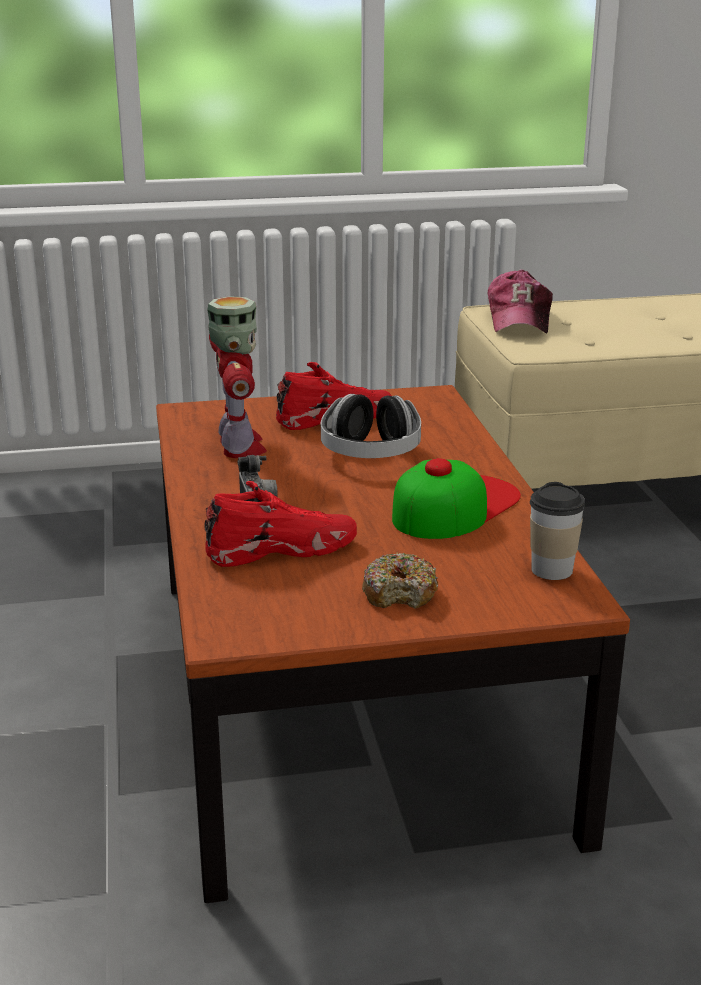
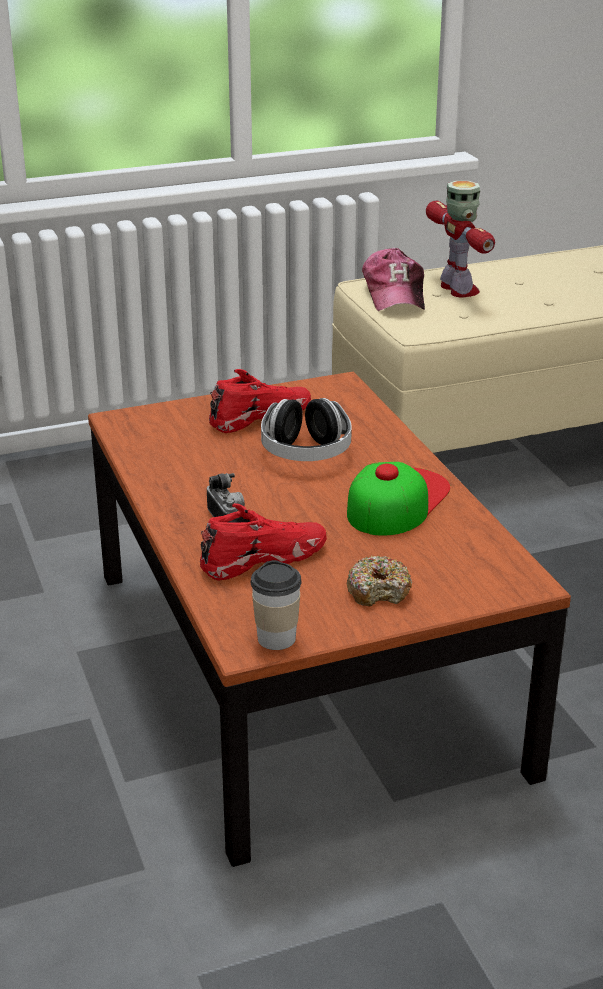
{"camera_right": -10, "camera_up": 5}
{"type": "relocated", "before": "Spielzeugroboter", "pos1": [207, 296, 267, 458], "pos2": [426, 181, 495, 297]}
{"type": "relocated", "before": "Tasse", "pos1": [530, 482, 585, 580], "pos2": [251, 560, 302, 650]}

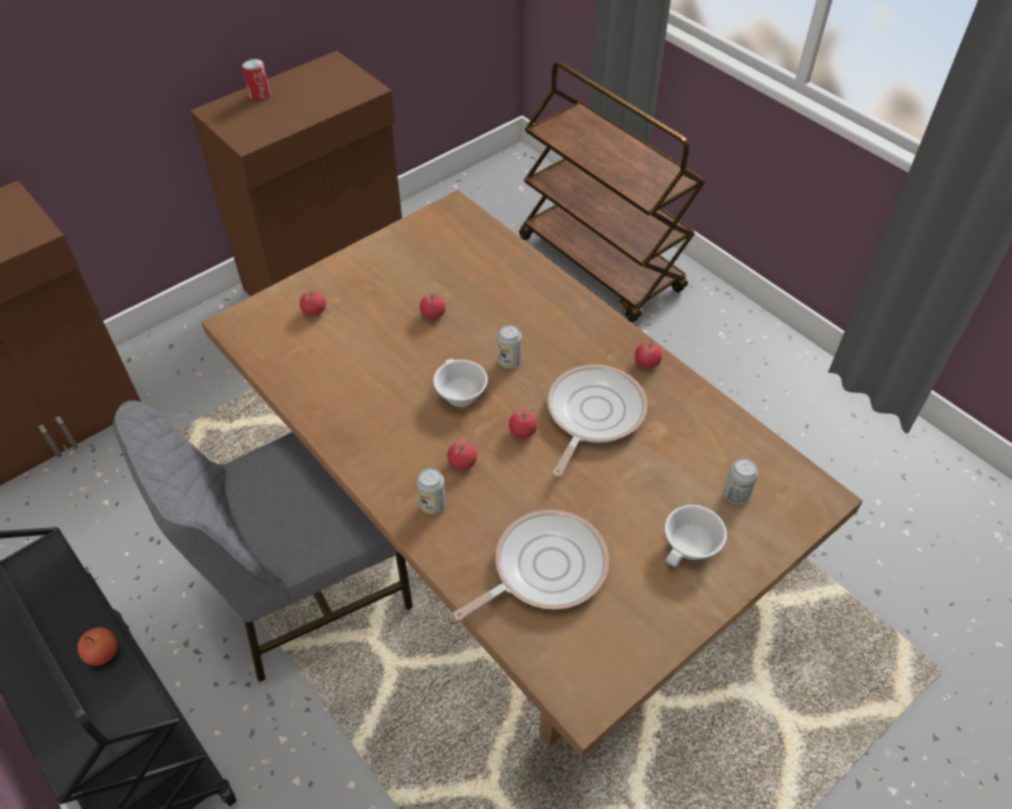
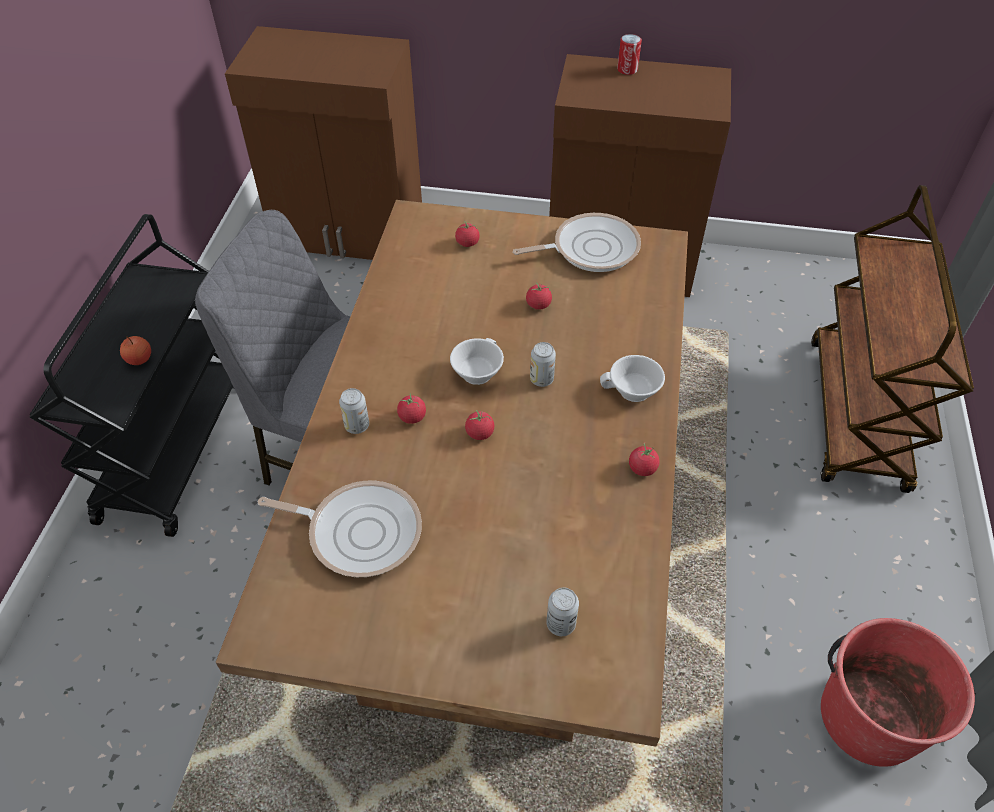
{"camera_right": 50, "camera_up": 0}
{"type": "relocated", "before": "Pfanne", "pos1": [547, 364, 647, 477], "pos2": [513, 213, 641, 272]}
{"type": "relocated", "before": "Tasse (weiß)", "pos1": [665, 505, 727, 567], "pos2": [600, 355, 665, 402]}
{"type": "appeared", "after": "Eimer (rot)", "pos2": [821, 618, 976, 767]}

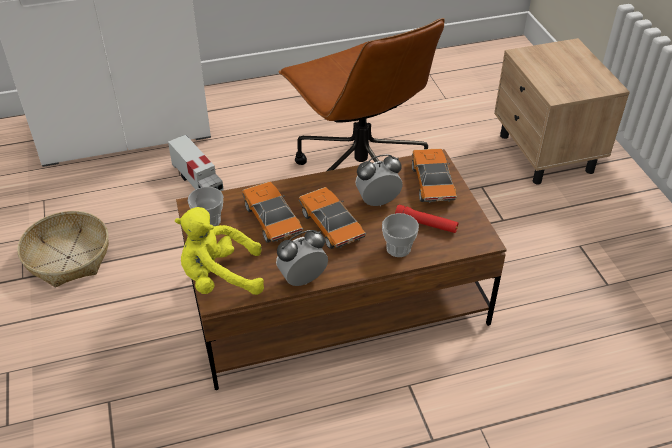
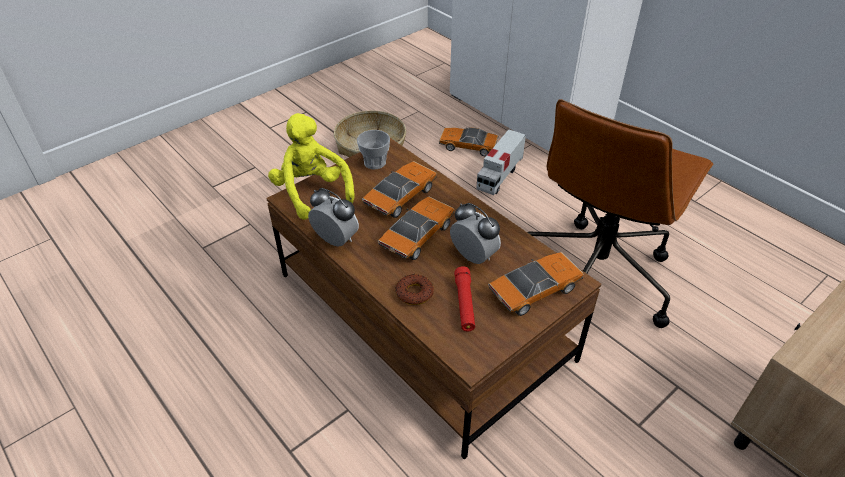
{"camera_right": 65, "camera_up": 0}
{"type": "exchanged", "before": "Tasse", "after": "Donut", "pos1": [382, 213, 419, 257], "pos2": [395, 274, 434, 305]}
{"type": "appeared", "after": "Spielzeugauto", "pos2": [439, 127, 498, 156]}

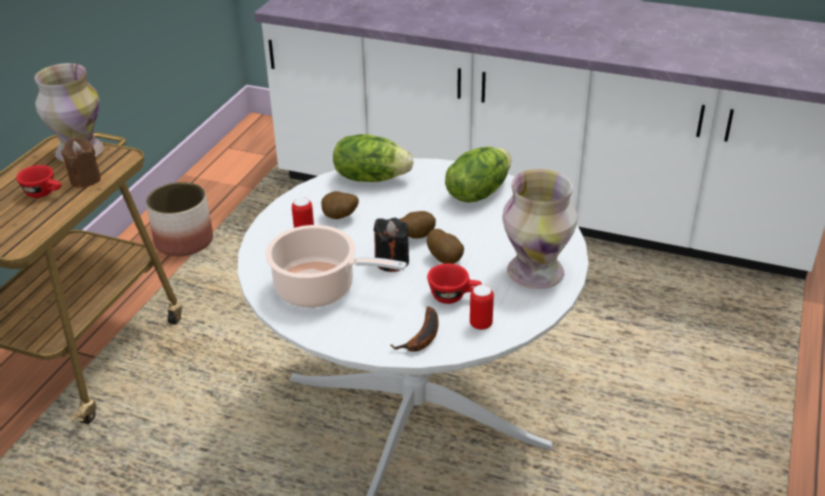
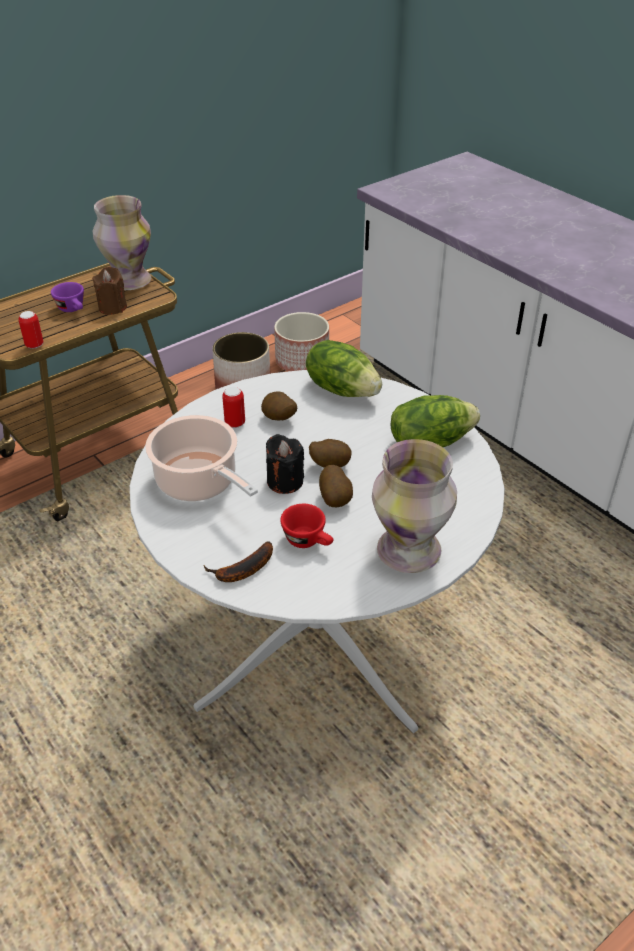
{"camera_right": 30, "camera_up": 5}
{"type": "colour", "before": "Tasse (rot)", "after": "Tasse (lila)", "pos1": [16, 165, 62, 198], "pos2": [51, 282, 84, 312]}
{"type": "relocated", "before": "Dose", "pos1": [470, 285, 494, 330], "pos2": [18, 311, 43, 349]}
{"type": "appeared", "after": "Pflanzkübel", "pos2": [274, 312, 329, 371]}

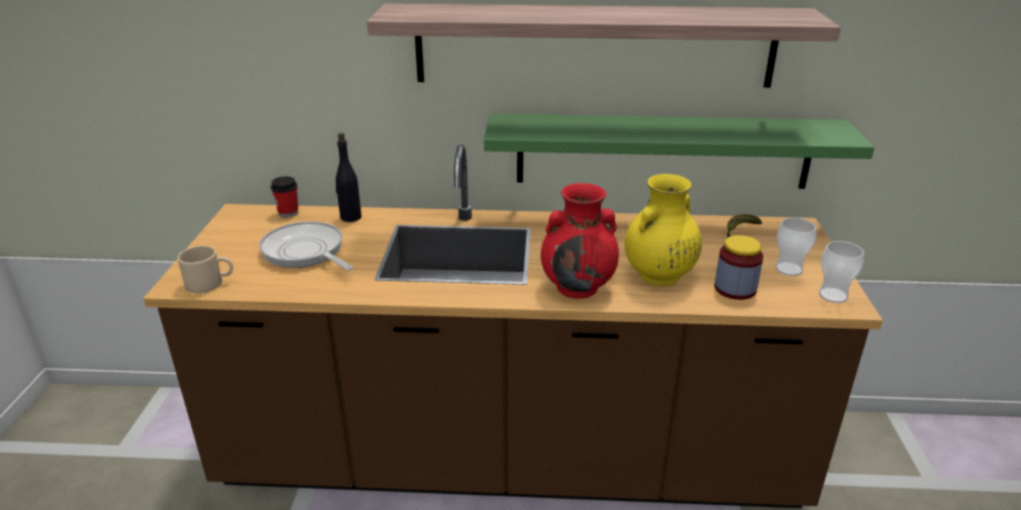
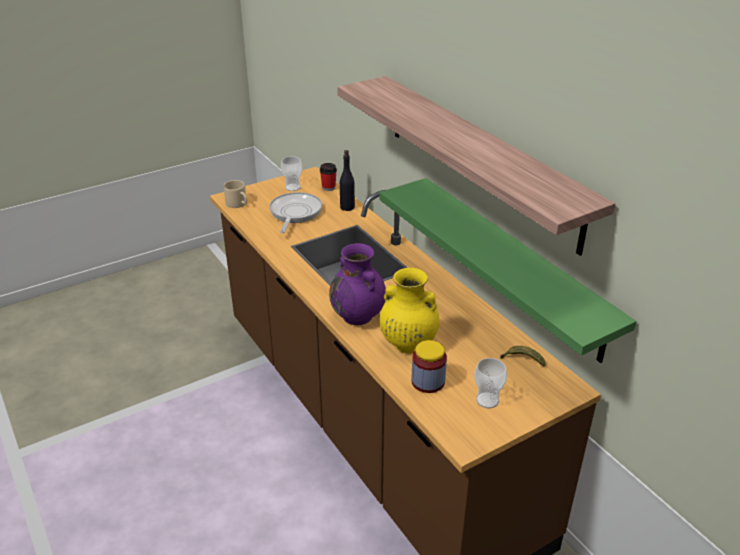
{"camera_right": 55, "camera_up": 5}
{"type": "colour", "before": "Vase (rot)", "after": "Vase (lila)", "pos1": [541, 183, 619, 299], "pos2": [329, 243, 386, 325]}
{"type": "relocated", "before": "Tasse", "pos1": [819, 241, 864, 303], "pos2": [281, 156, 302, 191]}

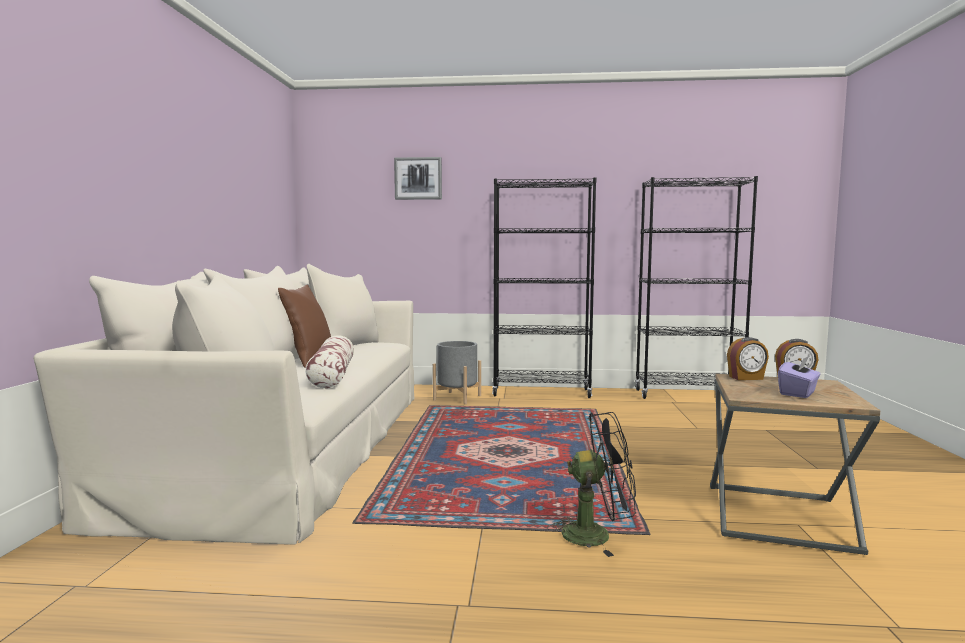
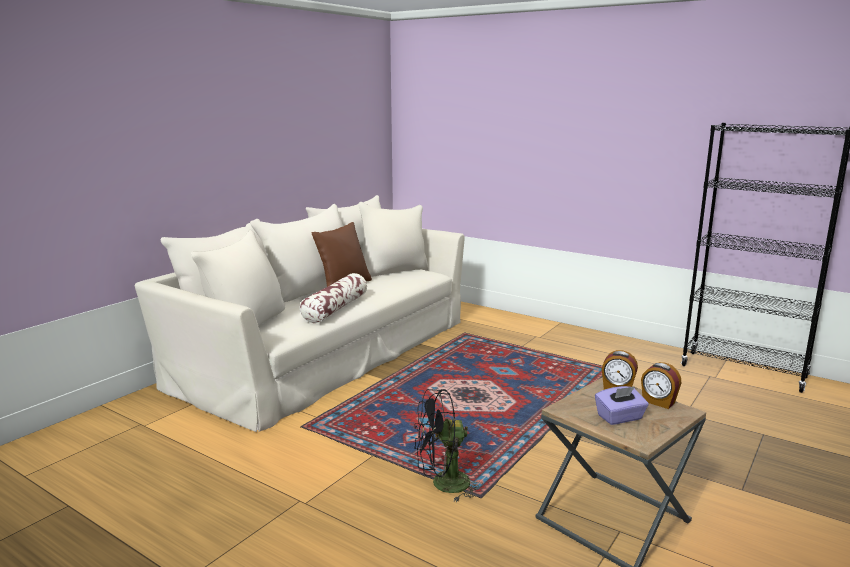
{"camera_right": 30, "camera_up": 10}
{"type": "missing", "before": "Bild", "pos1": [394, 157, 442, 200]}
{"type": "missing", "before": "Bücherregal (schwarz)", "pos1": [492, 177, 596, 398]}
{"type": "missing", "before": "Pflanzkübel (grau)", "pos1": [433, 341, 481, 404]}
{"type": "spun", "before": "Ventilator (schwarz)", "pos1": [547, 412, 636, 557], "pos2": [414, 389, 483, 502], "turn": 135}

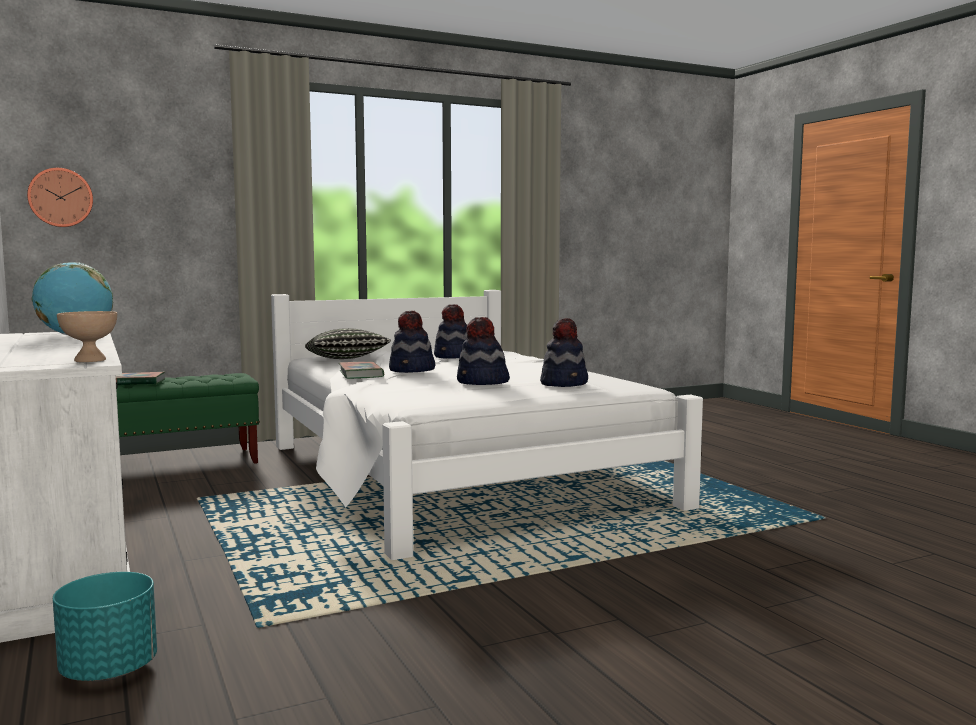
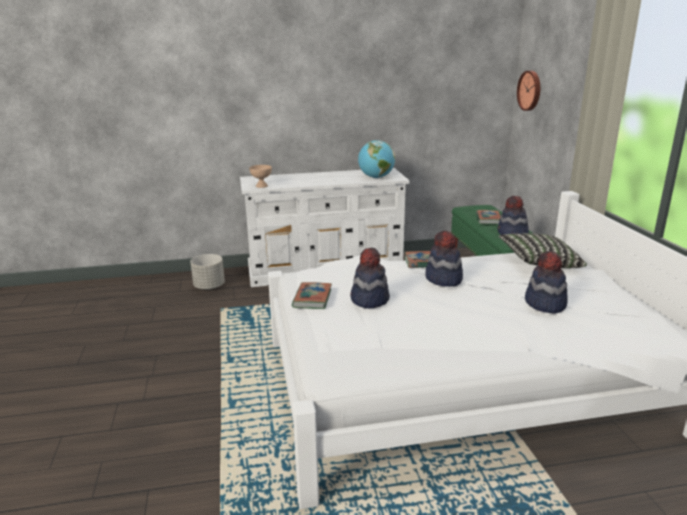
{"camera_right": 105, "camera_up": 15}
{"type": "relocated", "before": "Hut", "pos1": [540, 318, 588, 387], "pos2": [497, 196, 529, 235]}
{"type": "colour", "before": "Pflanzkübel (türkis)", "after": "Pflanzkübel (grau)", "pos1": [53, 572, 157, 682], "pos2": [190, 254, 225, 290]}
{"type": "appeared", "after": "Buch", "pos2": [292, 282, 332, 309]}

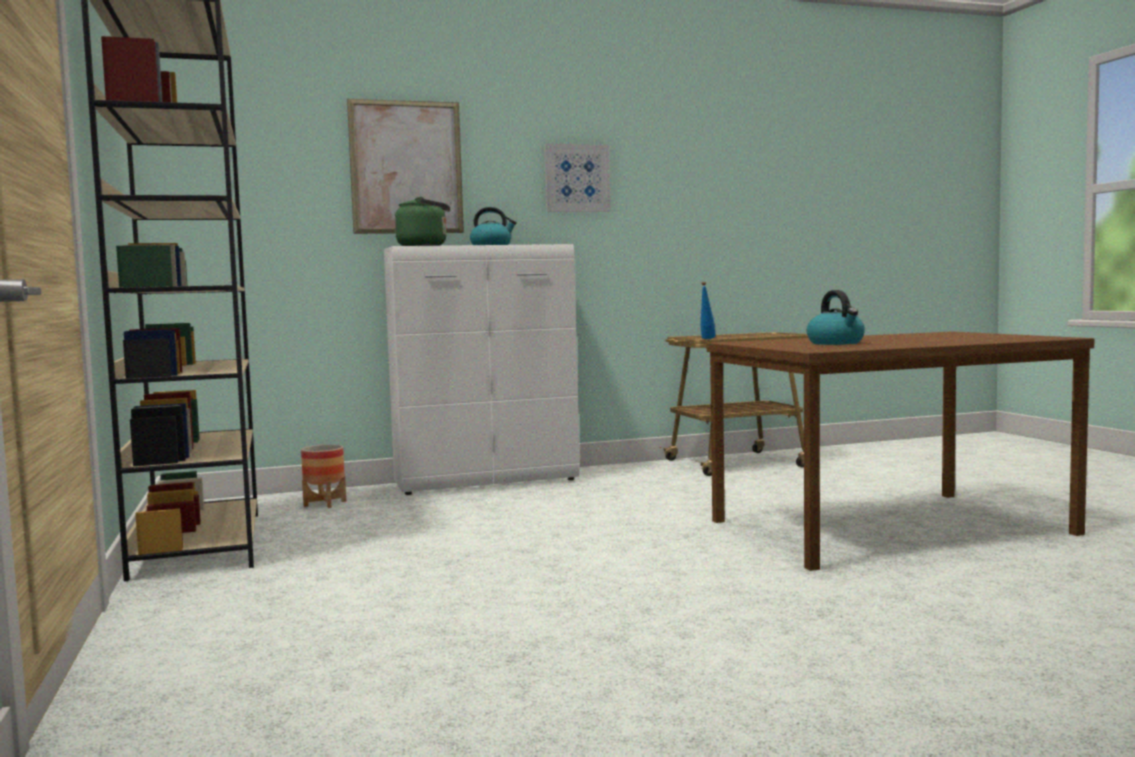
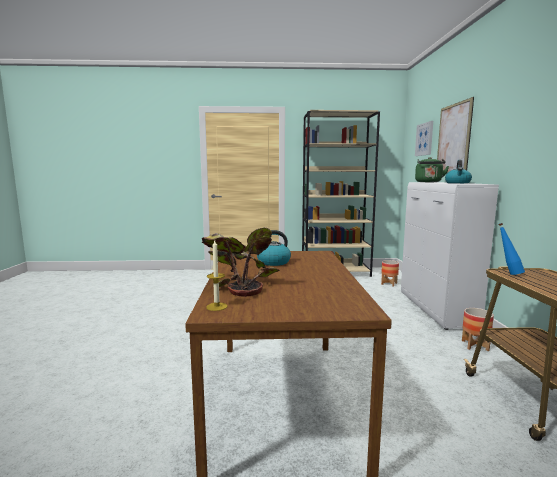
{"camera_right": 105, "camera_up": 5}
{"type": "relocated", "before": "Bild", "pos1": [544, 143, 610, 212], "pos2": [415, 121, 433, 156]}
{"type": "appeared", "after": "Topfpflanze", "pos2": [201, 227, 280, 297]}
{"type": "appeared", "after": "Kerze", "pos2": [206, 241, 227, 311]}
{"type": "appeared", "after": "Pflanzkübel", "pos2": [462, 308, 494, 351]}

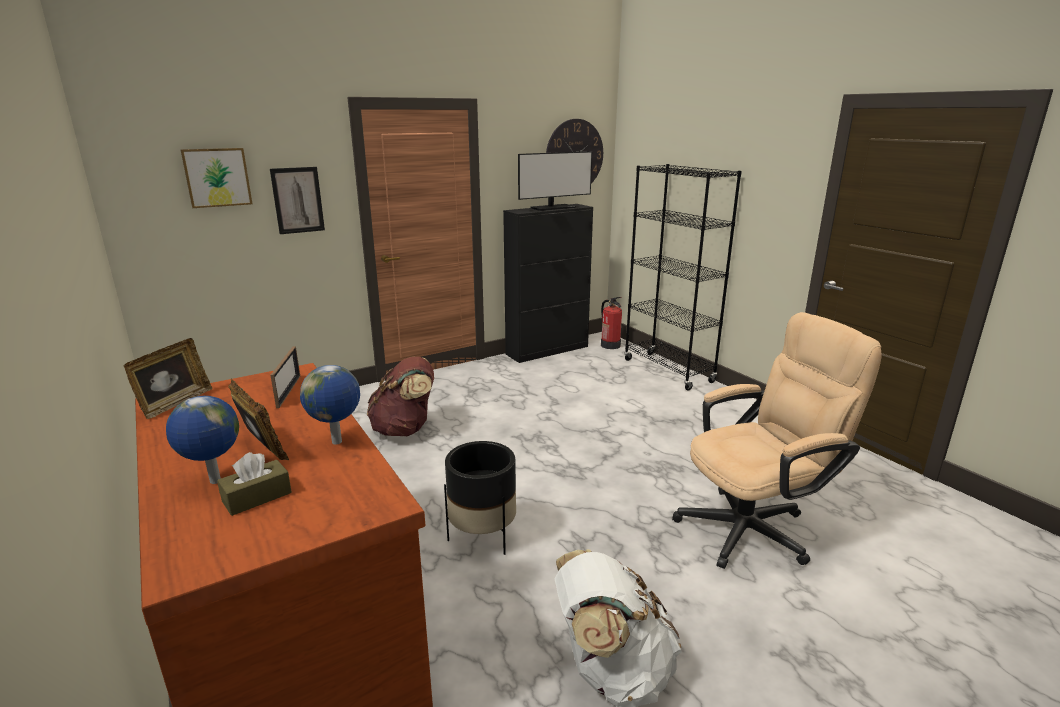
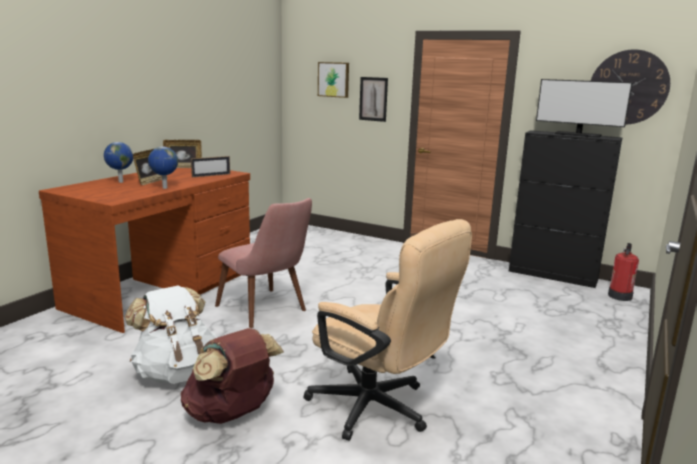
{"camera_right": 60, "camera_up": -5}
{"type": "missing", "before": "Bücherregal (schwarz)", "pos1": [624, 164, 742, 390]}
{"type": "relocated", "before": "Rucksack (braun)", "pos1": [367, 357, 434, 436], "pos2": [181, 328, 284, 424]}
{"type": "exchanged", "before": "Pflanzkübel (schwarz)", "after": "Stuhl (rosa)", "pos1": [444, 441, 516, 555], "pos2": [215, 198, 312, 328]}
{"type": "missing", "before": "Taschentuchbox (braun)", "pos1": [217, 452, 292, 516]}

